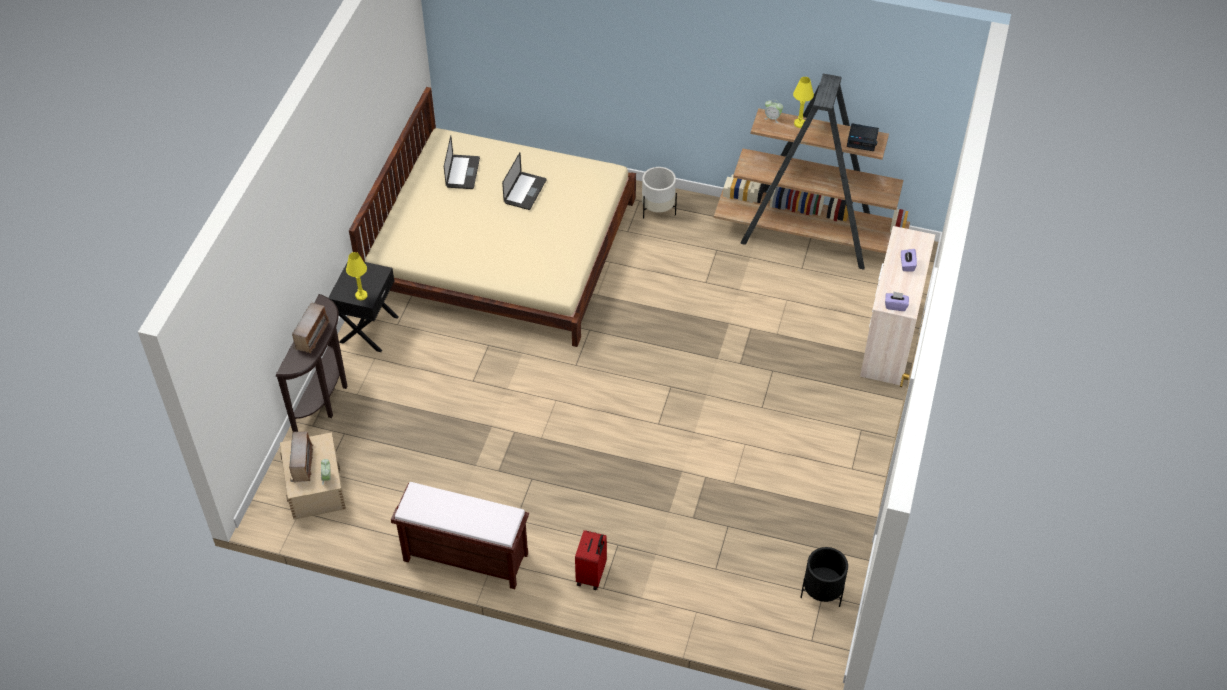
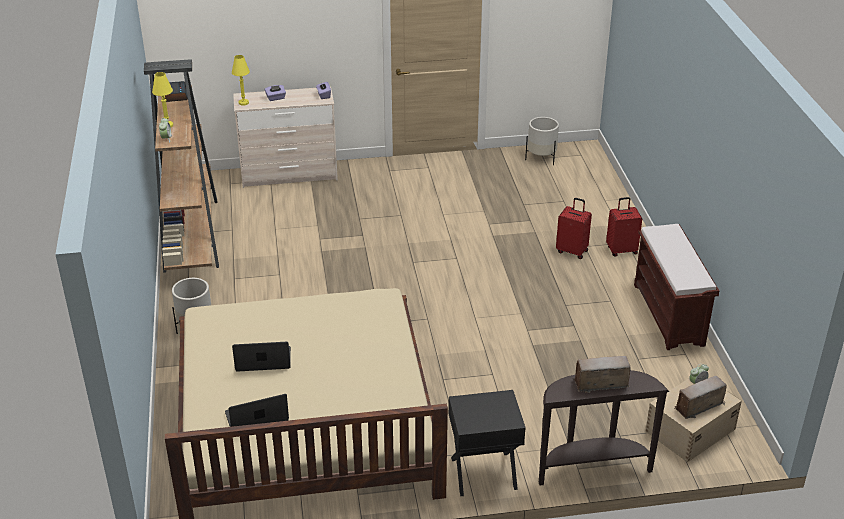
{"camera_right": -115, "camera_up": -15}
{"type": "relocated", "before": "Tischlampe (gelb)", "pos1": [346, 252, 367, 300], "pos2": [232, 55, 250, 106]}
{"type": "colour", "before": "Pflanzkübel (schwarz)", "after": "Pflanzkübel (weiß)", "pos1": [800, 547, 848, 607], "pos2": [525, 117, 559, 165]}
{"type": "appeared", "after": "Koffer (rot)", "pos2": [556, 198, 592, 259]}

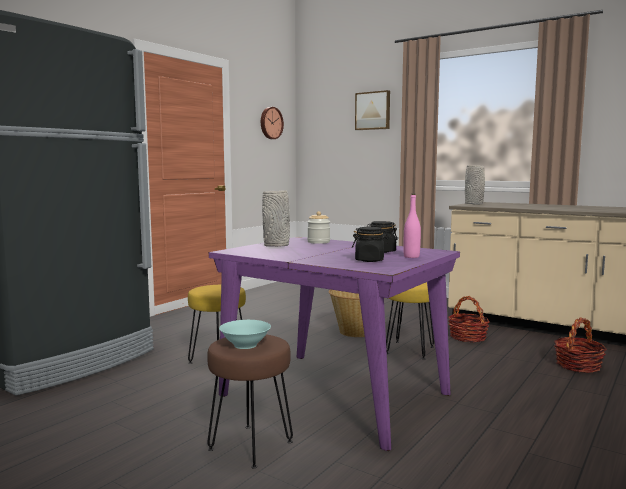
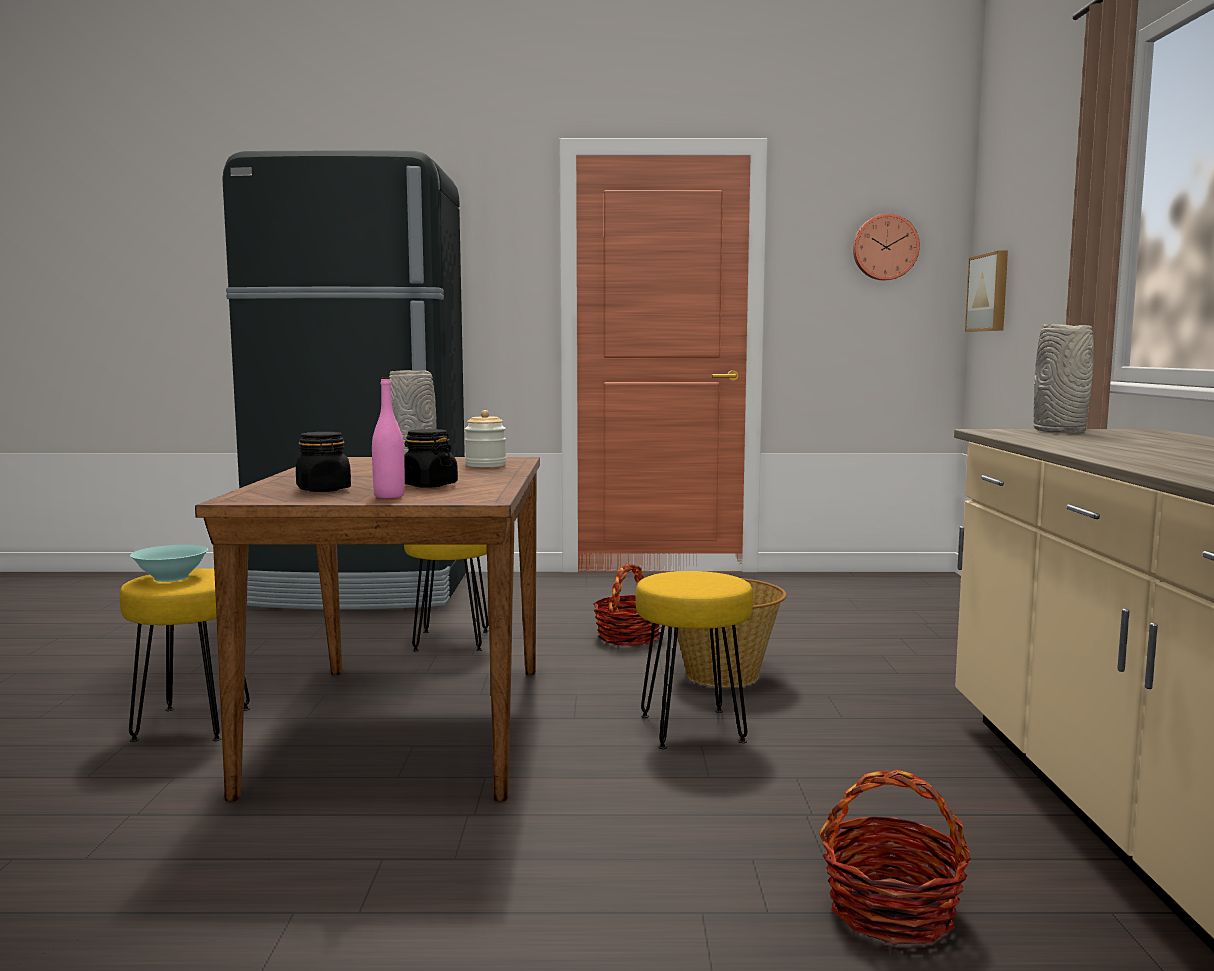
{"camera_right": 55, "camera_up": 0}
{"type": "relocated", "before": "Bild", "pos1": [355, 90, 390, 130], "pos2": [965, 251, 1008, 332]}
{"type": "colour", "before": "Esstisch (lila)", "after": "Esstisch (braun)", "pos1": [209, 237, 460, 451], "pos2": [195, 457, 540, 802]}
{"type": "relocated", "before": "Korb", "pos1": [448, 296, 490, 343], "pos2": [593, 563, 661, 646]}
{"type": "colour", "before": "Hocker (braun)", "after": "Hocker (gelb)", "pos1": [207, 335, 293, 469], "pos2": [120, 568, 250, 742]}

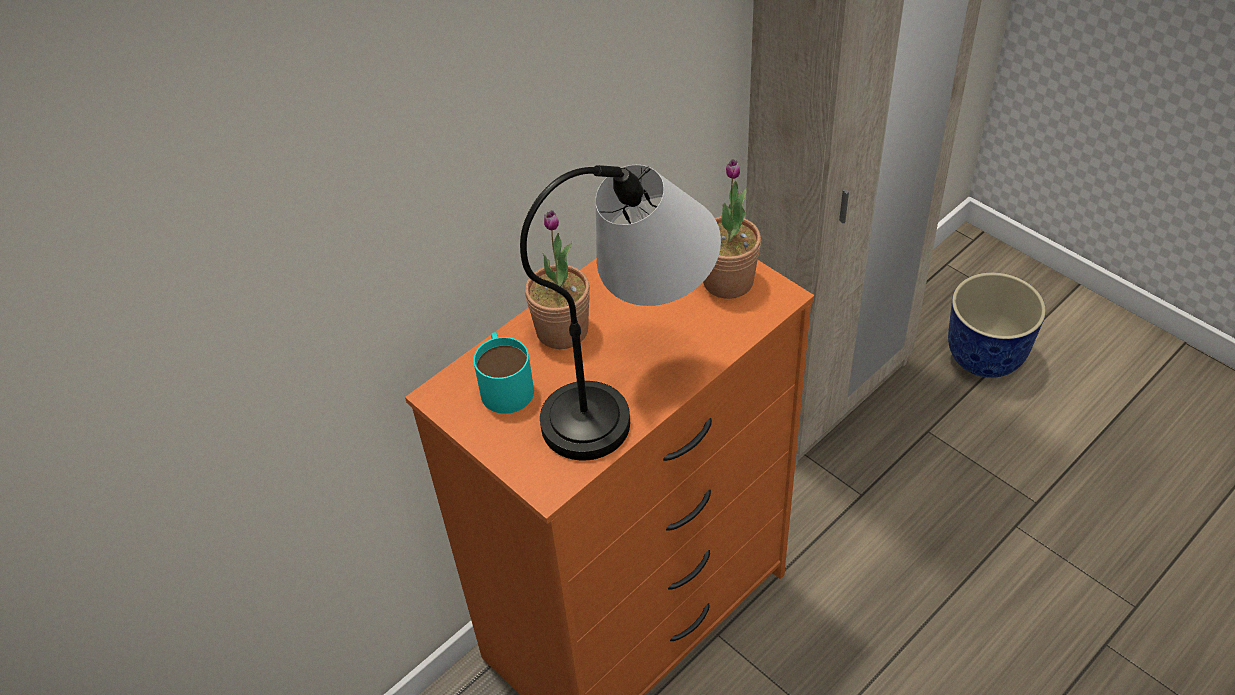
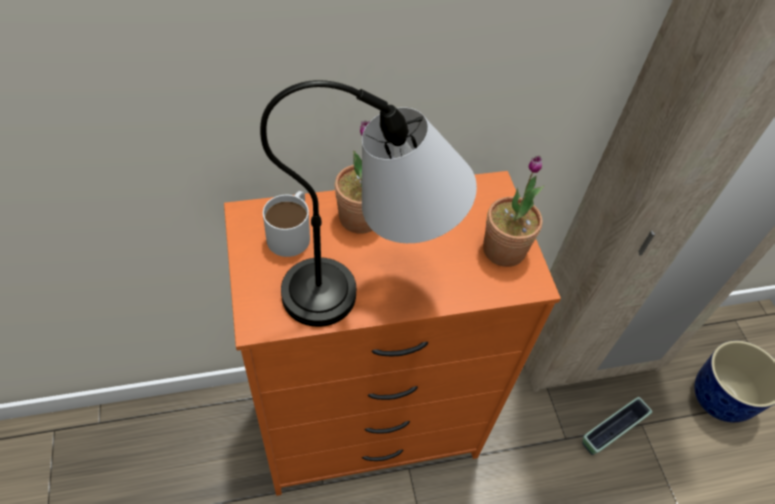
{"camera_right": 25, "camera_up": 5}
{"type": "colour", "before": "Henkelbecher (türkis)", "after": "Henkelbecher (weiß)", "pos1": [473, 332, 534, 414], "pos2": [263, 191, 310, 257]}
{"type": "appeared", "after": "Pflanzkübel", "pos2": [582, 397, 652, 455]}

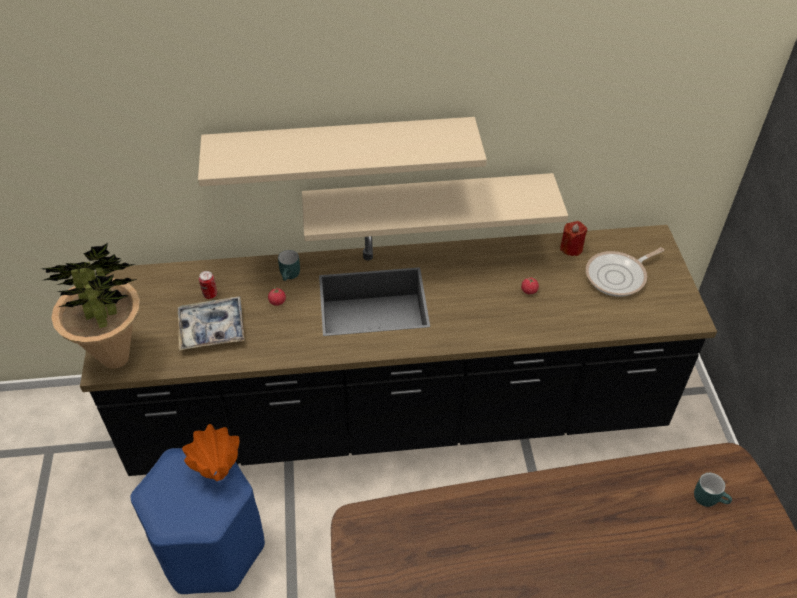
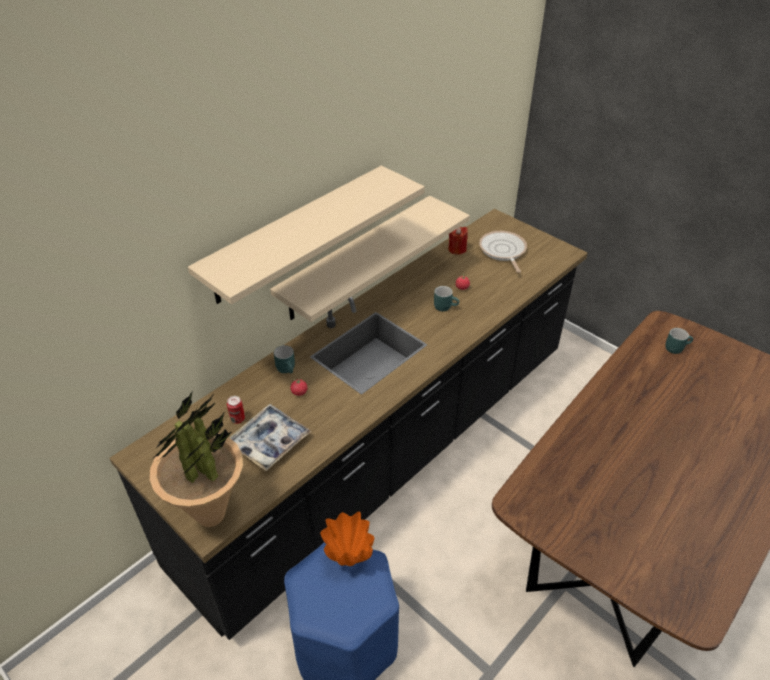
{"camera_right": -40, "camera_up": -5}
{"type": "spun", "before": "Pfanne", "pos1": [586, 247, 664, 297], "pos2": [479, 231, 527, 273], "turn": 150}
{"type": "appeared", "after": "Henkelbecher (türkis)", "pos2": [434, 286, 459, 311]}

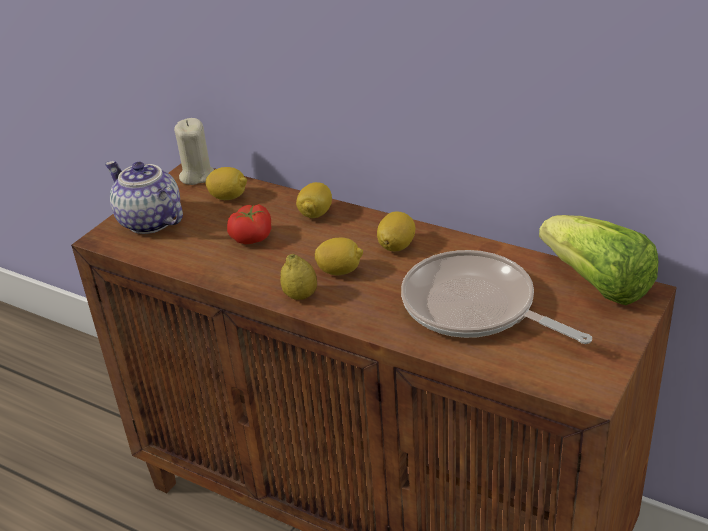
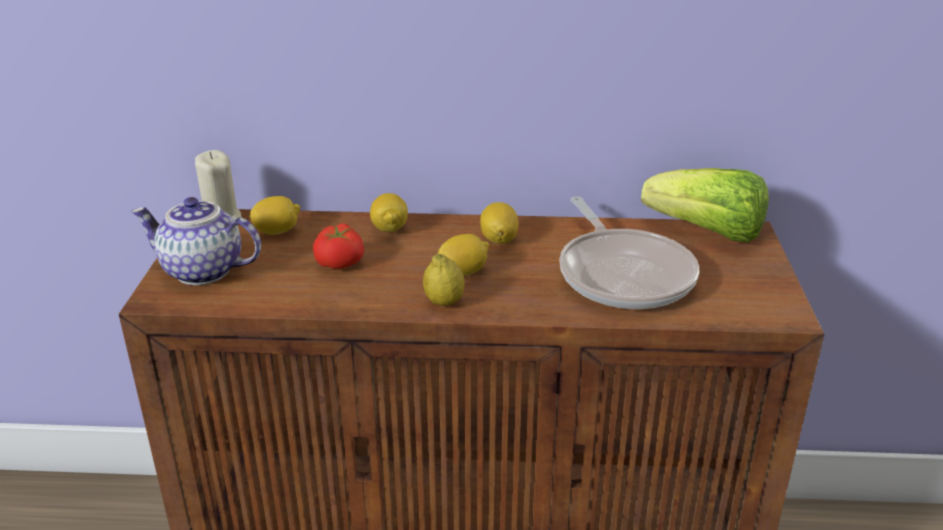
{"camera_right": -30, "camera_up": -5}
{"type": "spun", "before": "Pfanne", "pos1": [401, 250, 592, 344], "pos2": [559, 196, 699, 309], "turn": -120}

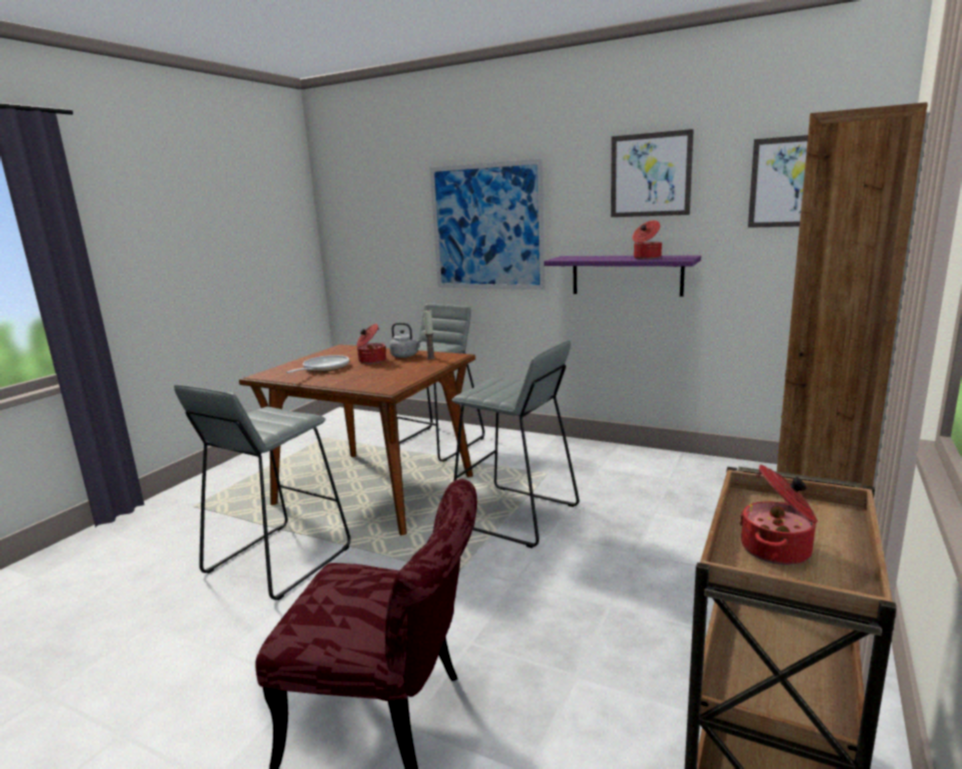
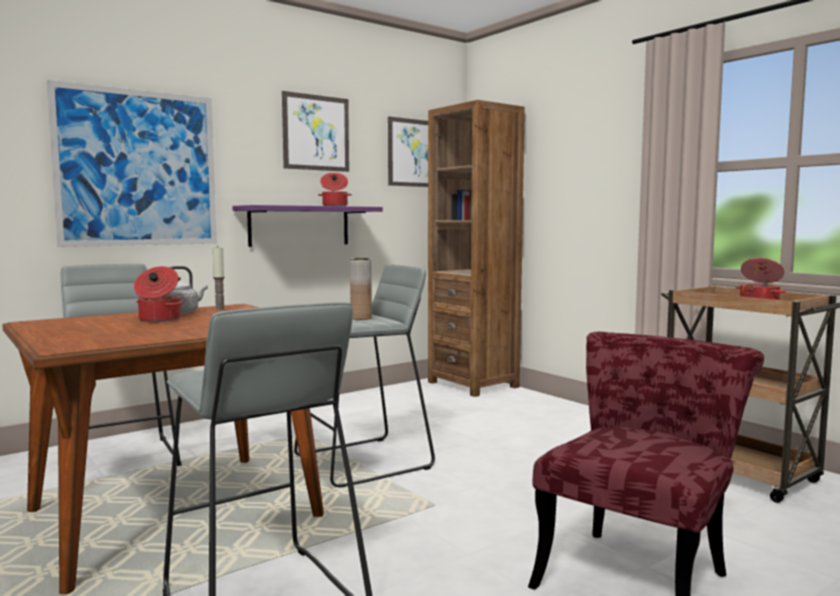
{"camera_right": -65, "camera_up": -10}
{"type": "missing", "before": "Pfanne", "pos1": [286, 355, 349, 373]}
{"type": "appeared", "after": "Vase (braun)", "pos2": [350, 258, 372, 320]}

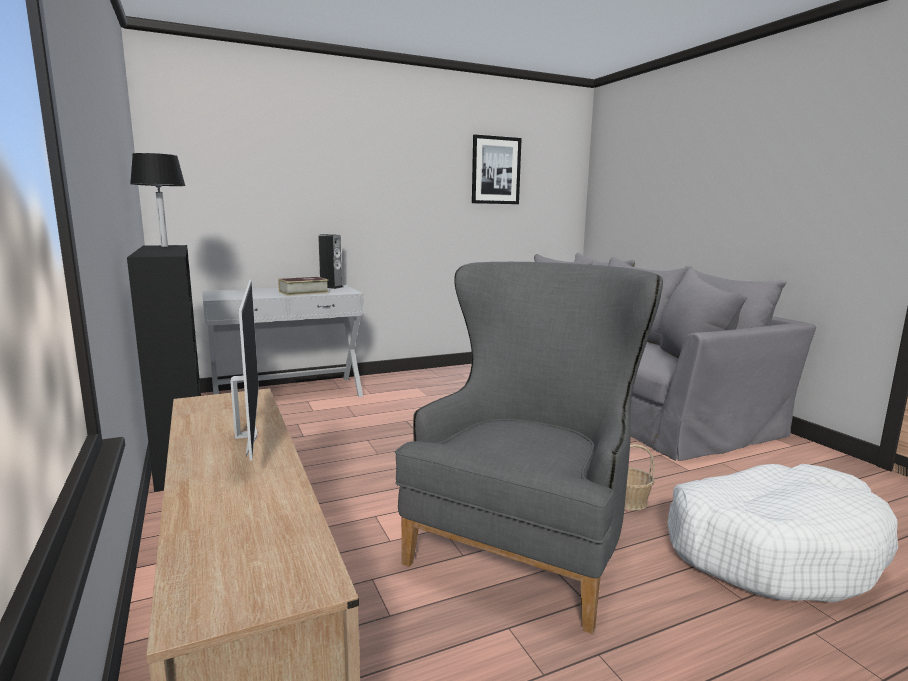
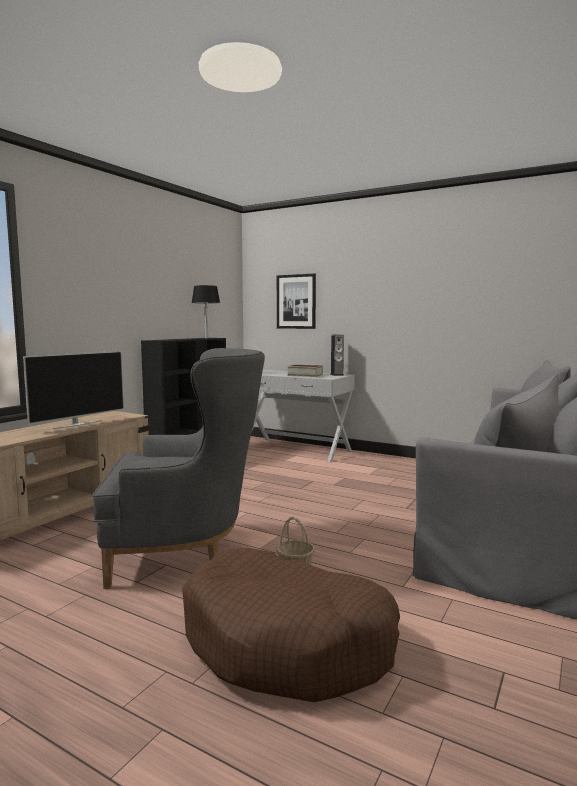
{"camera_right": 55, "camera_up": -5}
{"type": "relocated", "before": "Bild", "pos1": [472, 135, 522, 204], "pos2": [277, 274, 316, 329]}
{"type": "colour", "before": "Hundebett (weiß)", "after": "Hundebett (braun)", "pos1": [667, 464, 898, 603], "pos2": [182, 548, 400, 702]}

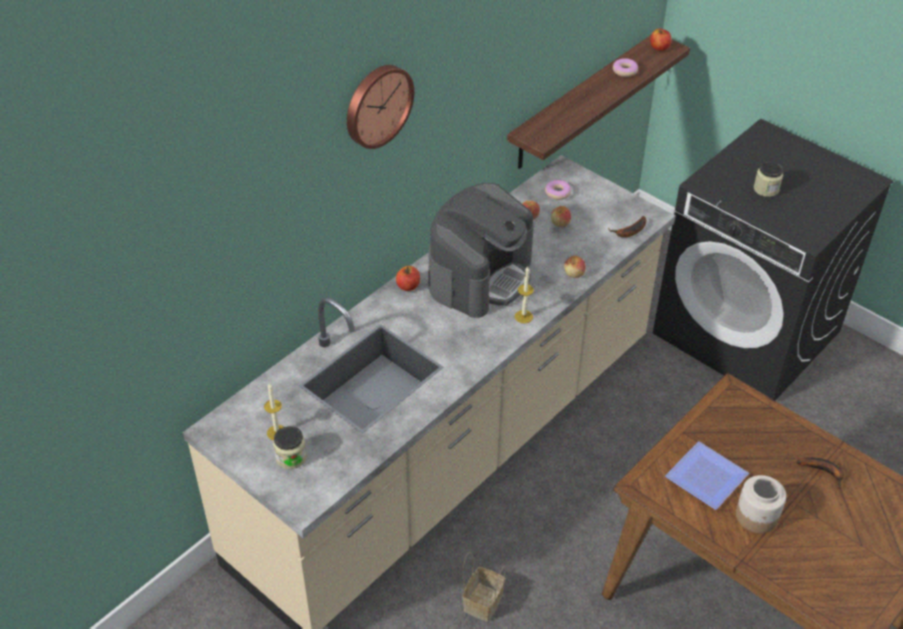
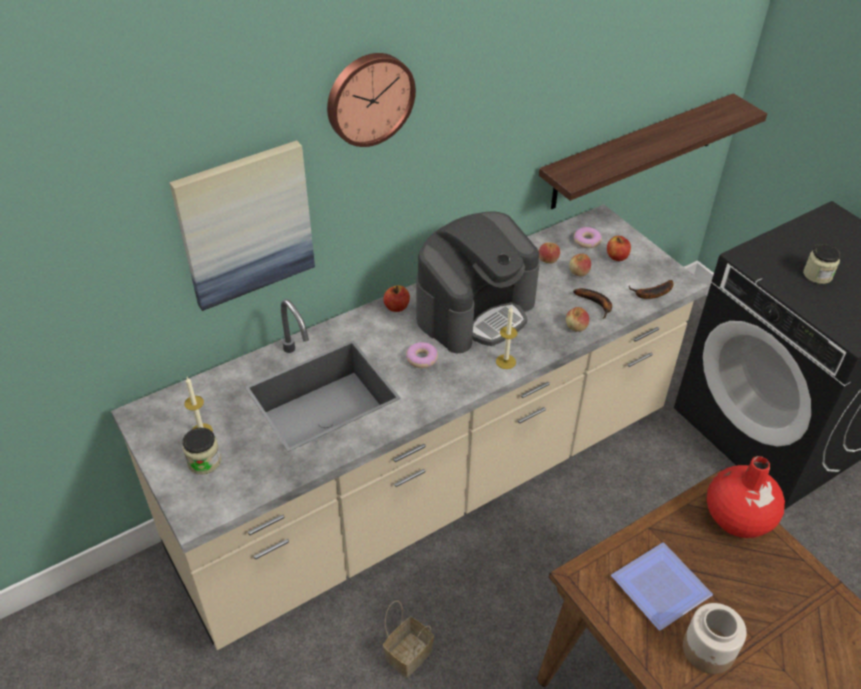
{"camera_right": 15, "camera_up": 0}
{"type": "relocated", "before": "Apfel", "pos1": [650, 28, 671, 51], "pos2": [607, 236, 631, 261]}
{"type": "relocated", "before": "Donut", "pos1": [613, 58, 638, 77], "pos2": [406, 342, 438, 368]}
{"type": "relocated", "before": "Banane", "pos1": [797, 457, 844, 489], "pos2": [573, 288, 612, 319]}
{"type": "appeared", "after": "Bild", "pos2": [169, 140, 315, 311]}
{"type": "appeared", "after": "Vase (rot)", "pos2": [707, 456, 785, 538]}

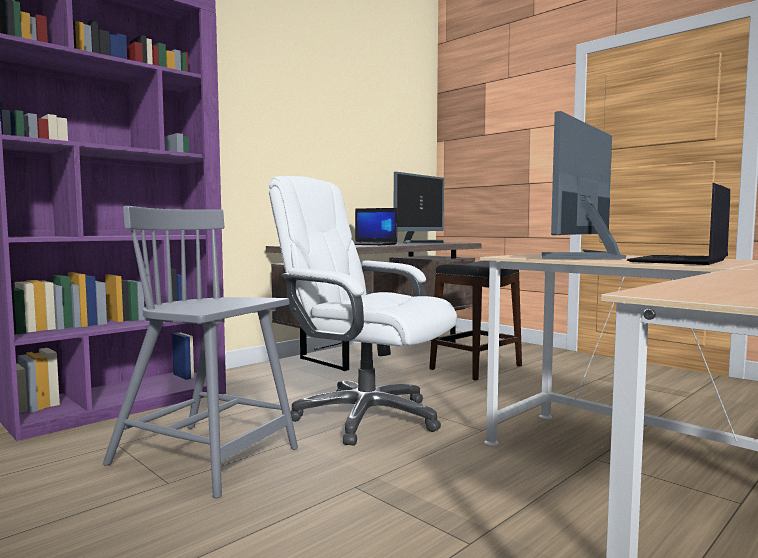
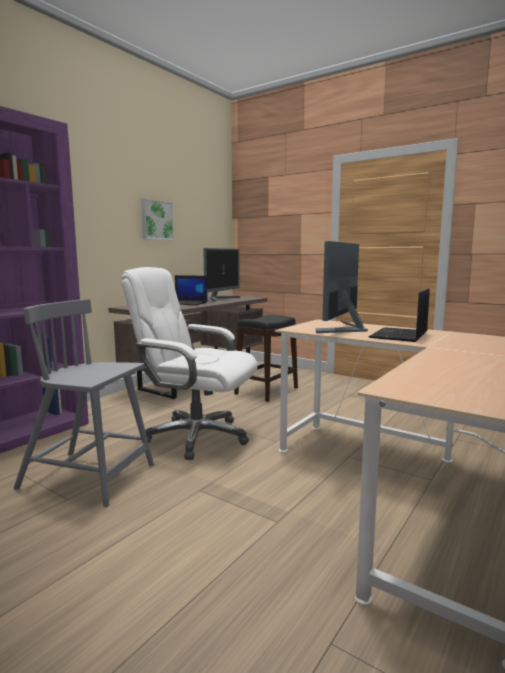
{"camera_right": -10, "camera_up": 5}
{"type": "appeared", "after": "Bild", "pos2": [141, 198, 174, 240]}

